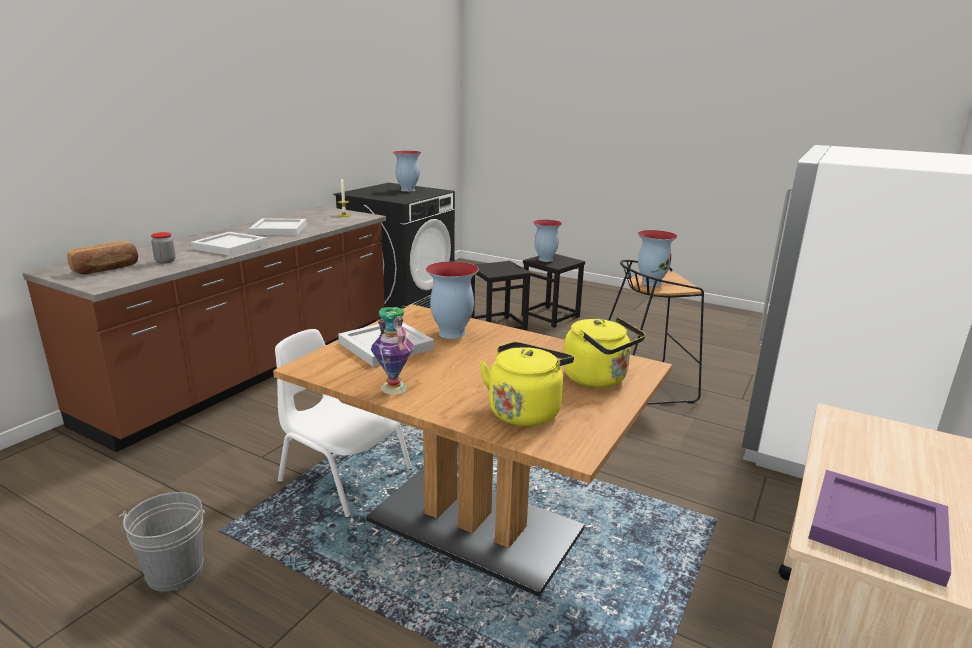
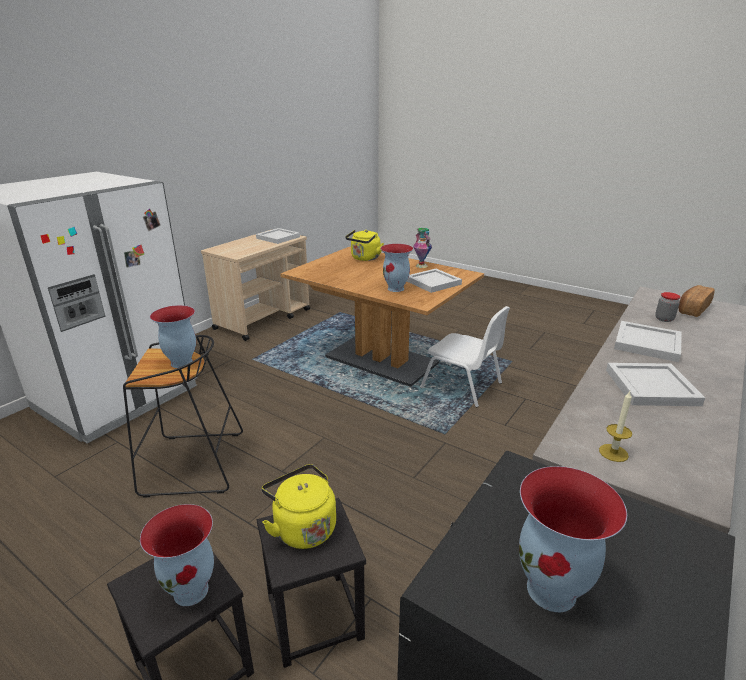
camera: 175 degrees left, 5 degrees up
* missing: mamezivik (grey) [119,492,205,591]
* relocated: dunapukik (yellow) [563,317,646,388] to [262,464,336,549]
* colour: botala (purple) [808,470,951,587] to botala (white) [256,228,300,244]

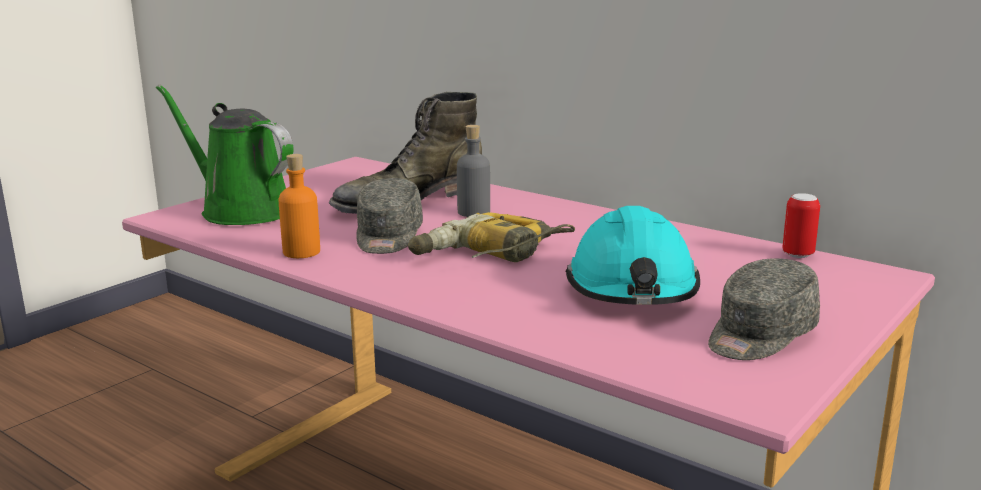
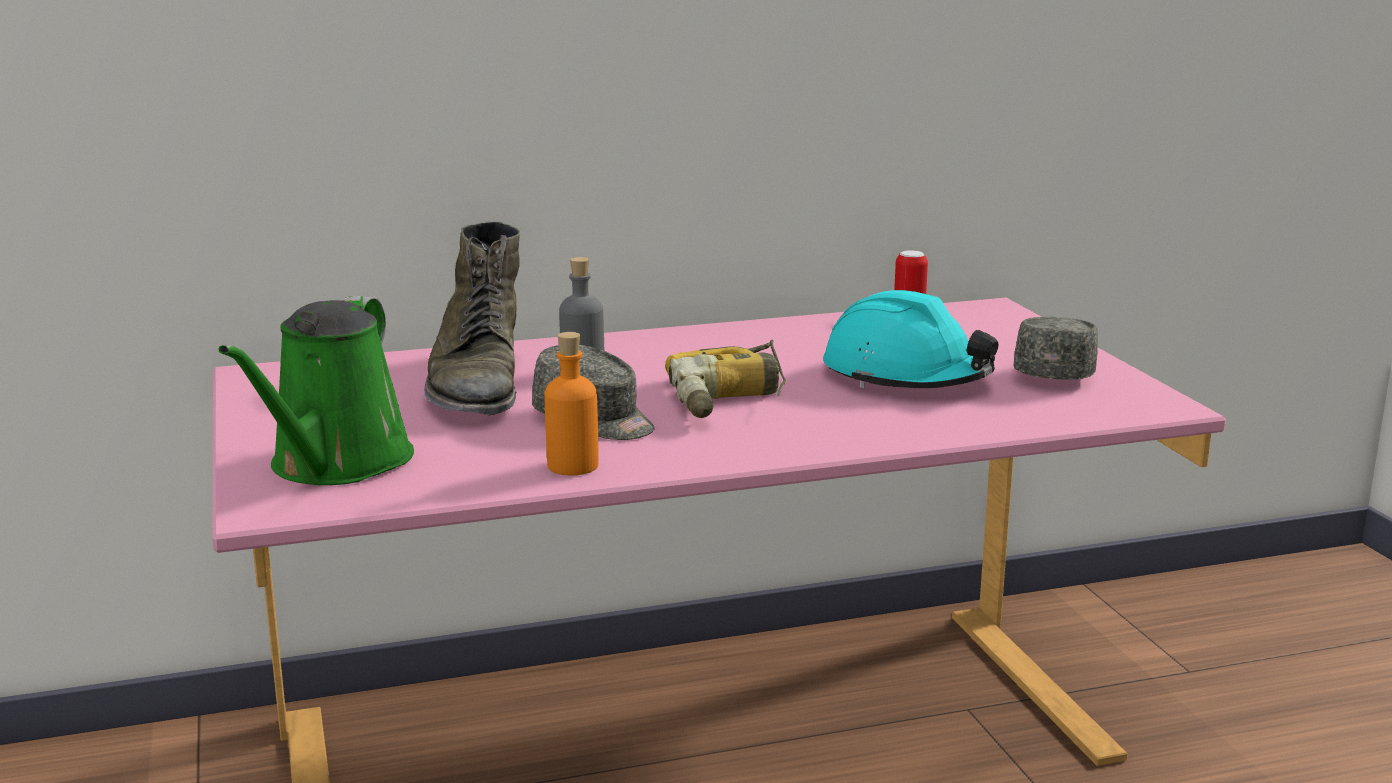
camera: 55 degrees left, 0 degrees up
* spun: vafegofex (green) [156,85,294,225] = [219,296,414,485] 60 degrees counterclockwise
* spun: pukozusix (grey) [708,258,820,360] = [1013,317,1098,380] 150 degrees counterclockwise

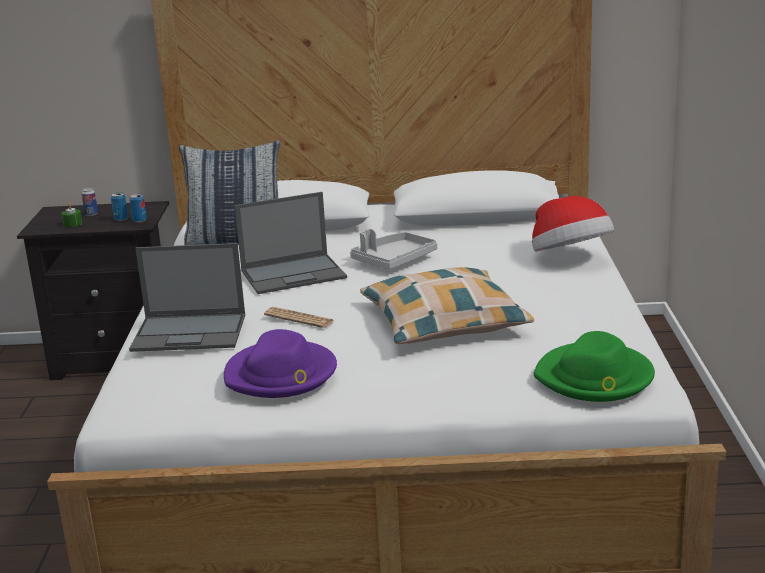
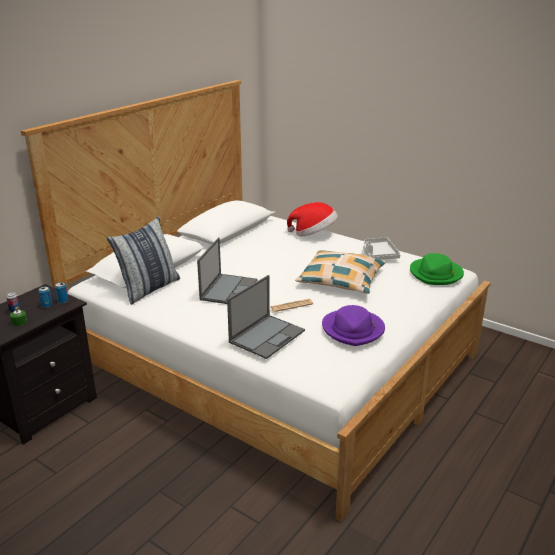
camera: 55 degrees left, 5 degrees up
* relocated: botala (grey) [350,229,437,270] to [363,237,401,260]

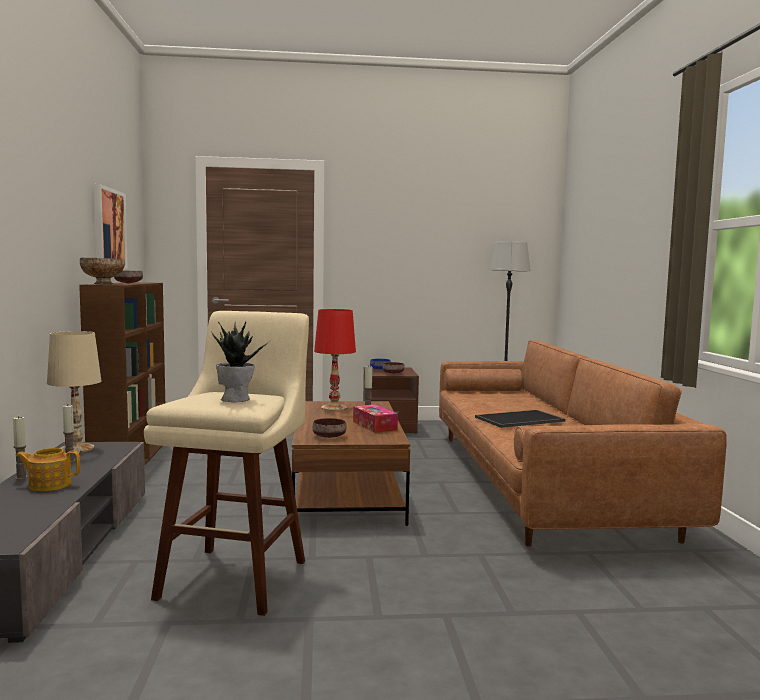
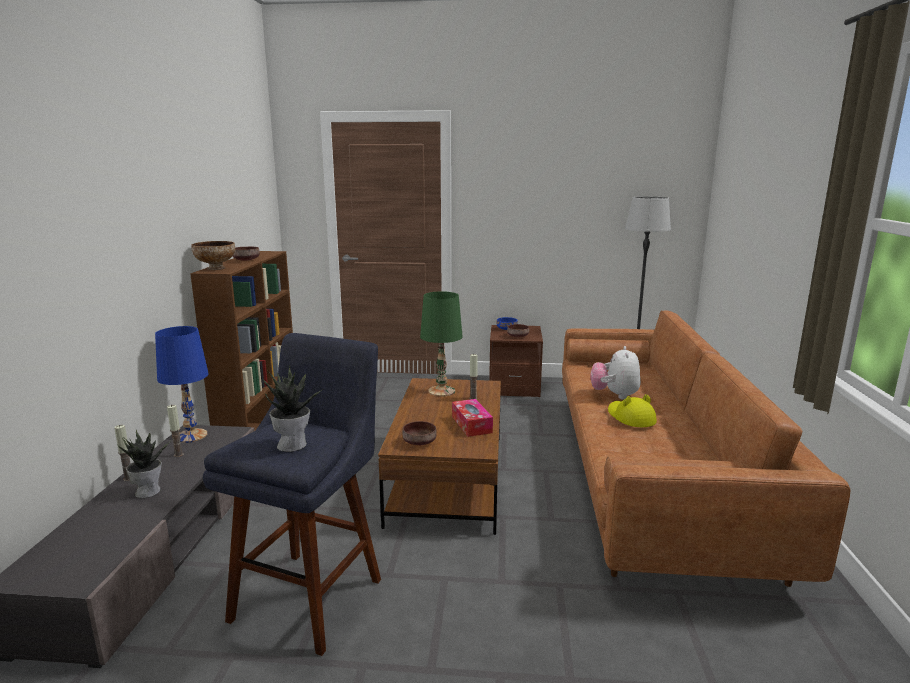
camera: 10 degrees right, 10 degrees up
* missing: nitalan [94,184,128,268]
* appeared: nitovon [590,346,641,400]
* exchanged: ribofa [16,448,80,491] to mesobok [118,430,171,498]
* exchanged: botala [475,410,566,428] to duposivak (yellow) [608,394,657,427]
* colour: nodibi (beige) [47,331,101,453] to nodibi (blue) [155,326,209,443]
* colour: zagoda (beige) [144,311,309,616] to zagoda (blue) [203,333,381,656]
* colour: nodibi (red) [314,309,356,411] to nodibi (green) [420,291,463,396]

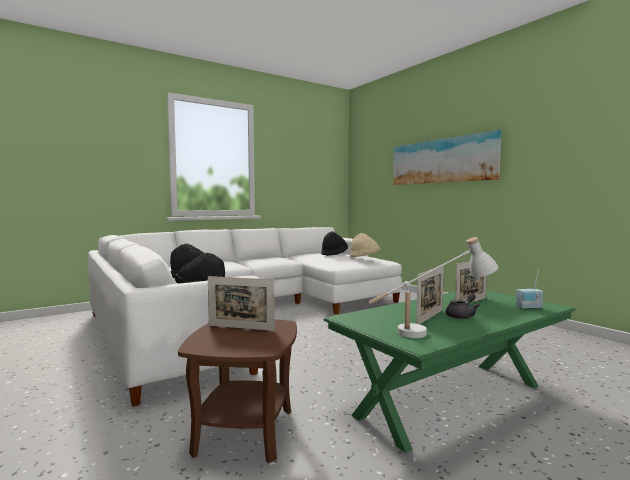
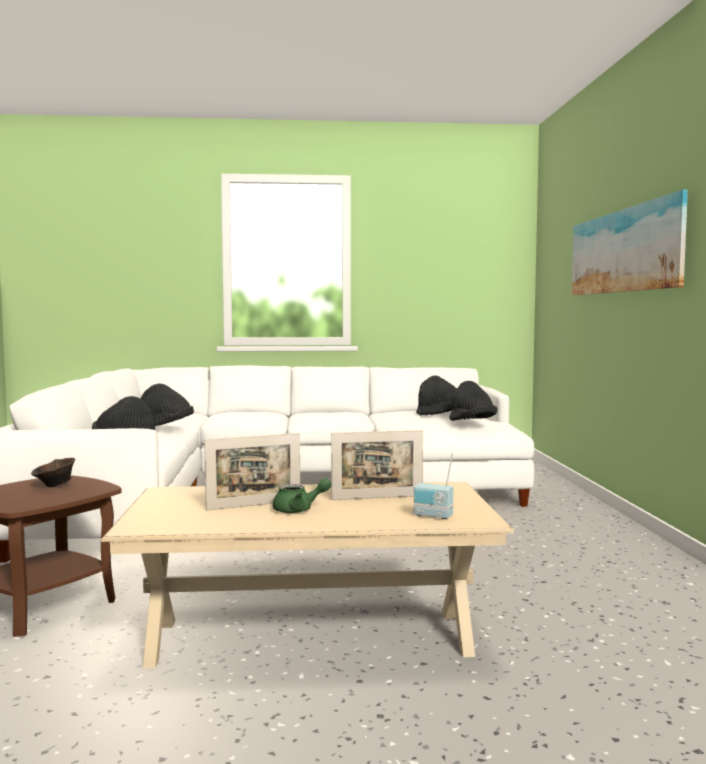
camera: 30 degrees right, 0 degrees up
* missing: nodibi (white) [368,237,498,338]
* exchanged: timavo [208,276,275,331] to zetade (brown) [31,458,75,487]
* colour: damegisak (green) [323,290,576,453] to damegisak (beige) [101,482,514,669]
* colour: duposivak (beige) [350,233,381,257] to duposivak (black) [449,381,497,421]
* colour: ribofa (grey) [446,293,480,319] to ribofa (green) [273,478,332,513]

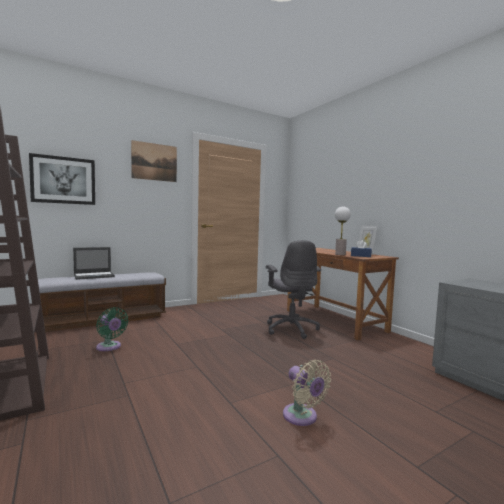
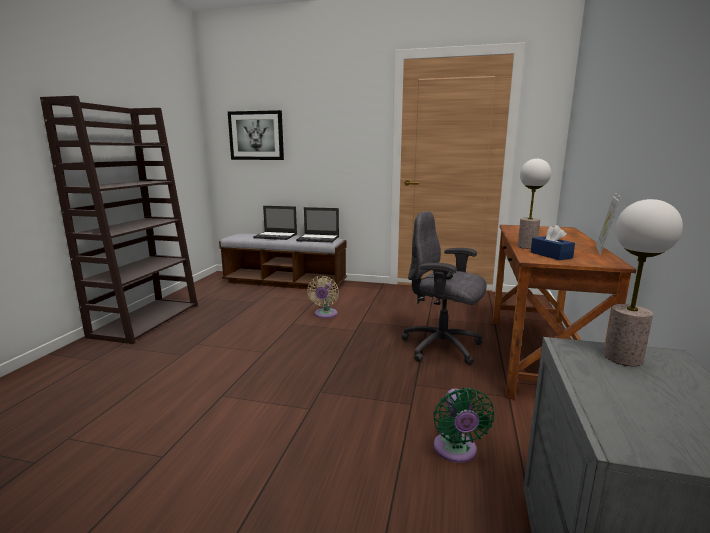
camera: 45 degrees right, 10 degrees up
* missing: nitalan [131,140,177,182]
* appeared: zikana [296,207,339,243]
* appeared: nodibi [604,199,683,366]
* relocated: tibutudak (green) [96,307,128,351] to [433,388,495,463]
* relocated: tibutudak (beige) [283,360,331,426] to [307,276,339,318]
* spun: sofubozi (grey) [266,240,321,339] = [401,211,487,365] 90 degrees clockwise

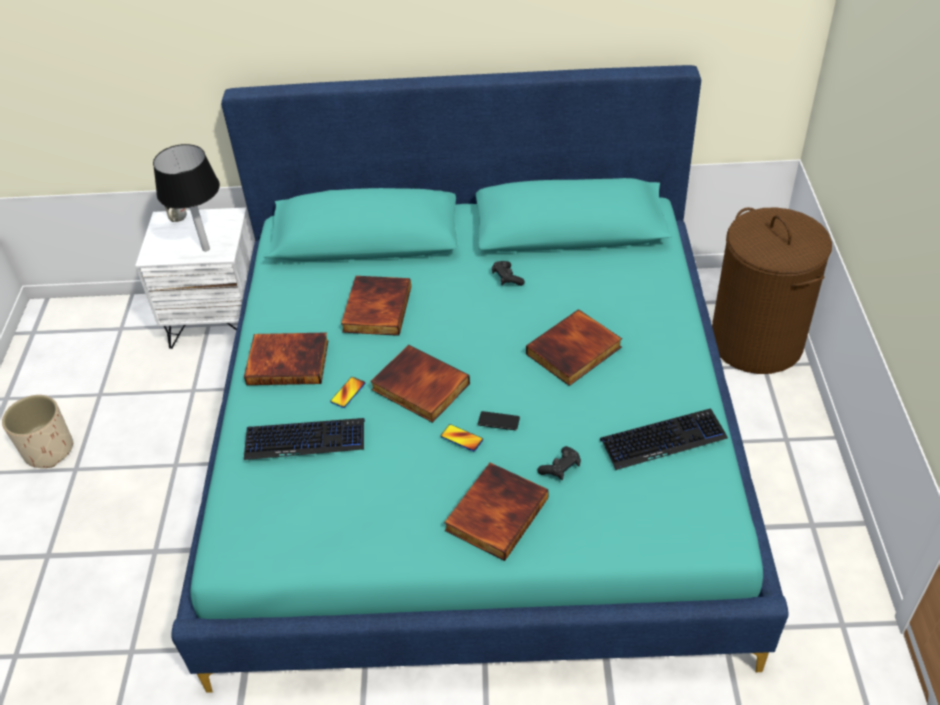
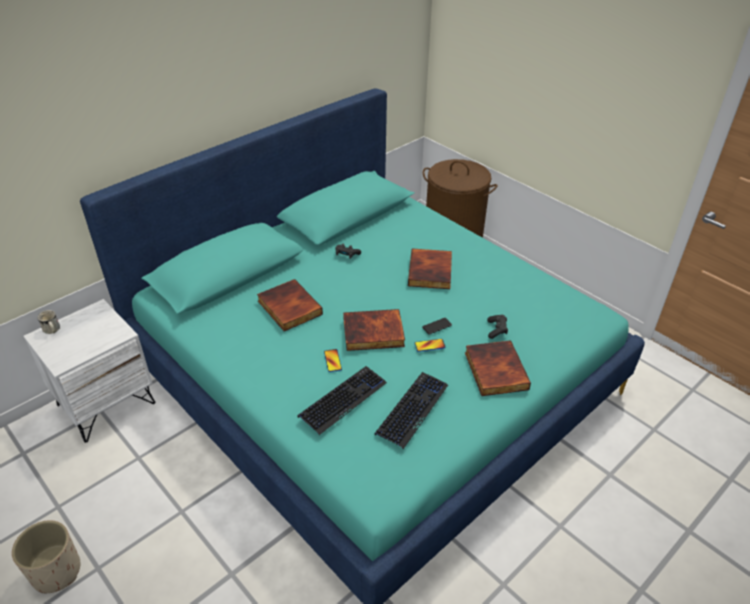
camera: 45 degrees left, 5 degrees down
* missing: nodibi (black) [153,144,220,251]
* missing: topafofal [244,332,328,385]
* relocated: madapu [600,408,728,470] to [374,372,448,449]

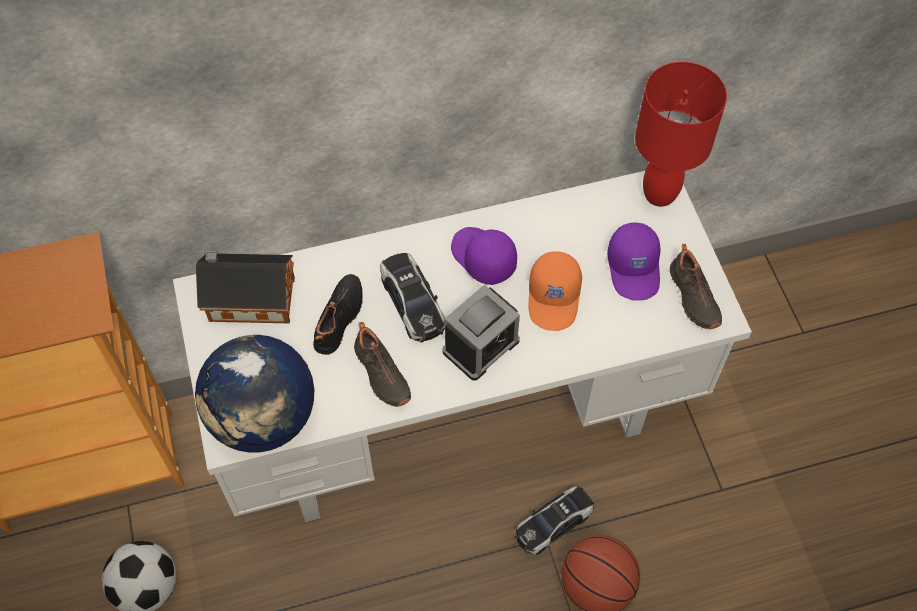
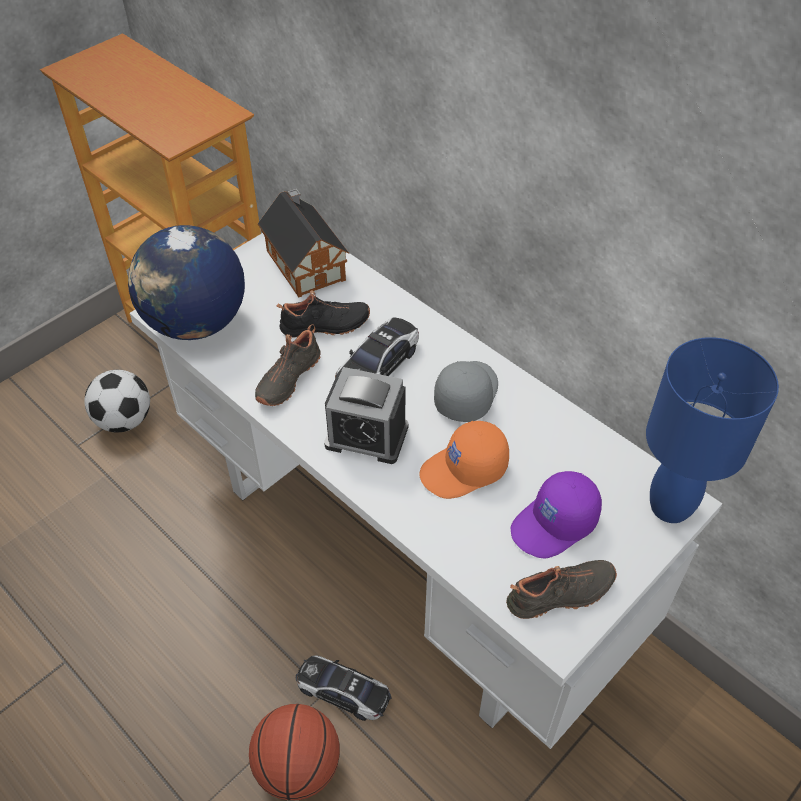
camera: 60 degrees right, 10 degrees down
* colour: pukozusix (purple) [451,227,517,285] to pukozusix (grey) [434,361,498,422]
* colour: nodibi (red) [635,62,727,207] to nodibi (blue) [646,337,779,523]
* spun: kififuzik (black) [670,244,722,329] = [506,560,617,619] 150 degrees counterclockwise

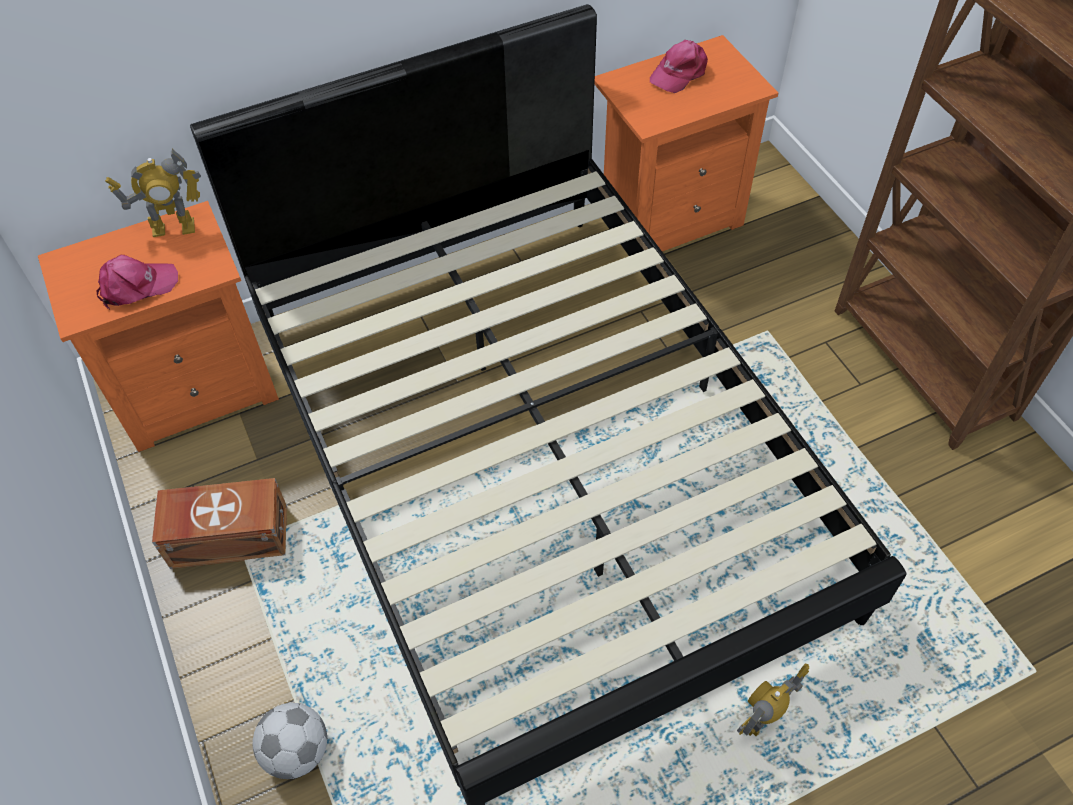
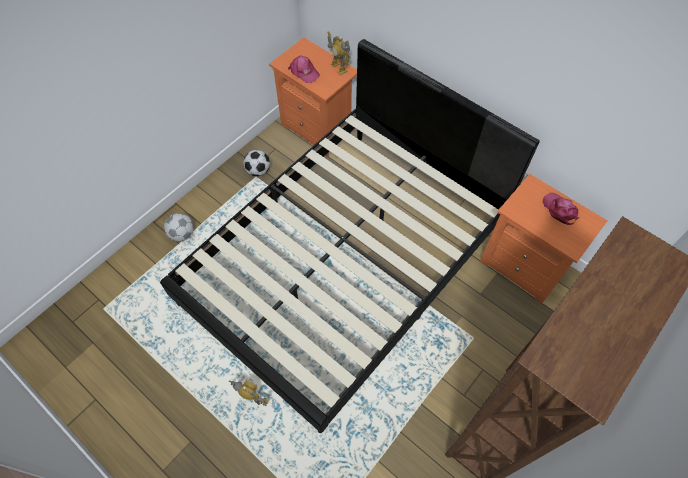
camera: 65 degrees right, 5 degrees up
* exchanged: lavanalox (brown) [152,478,287,569] to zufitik [243,150,270,176]
* spun: pukozusix (pink) [650,40,708,93] = [543,193,579,225] 45 degrees clockwise

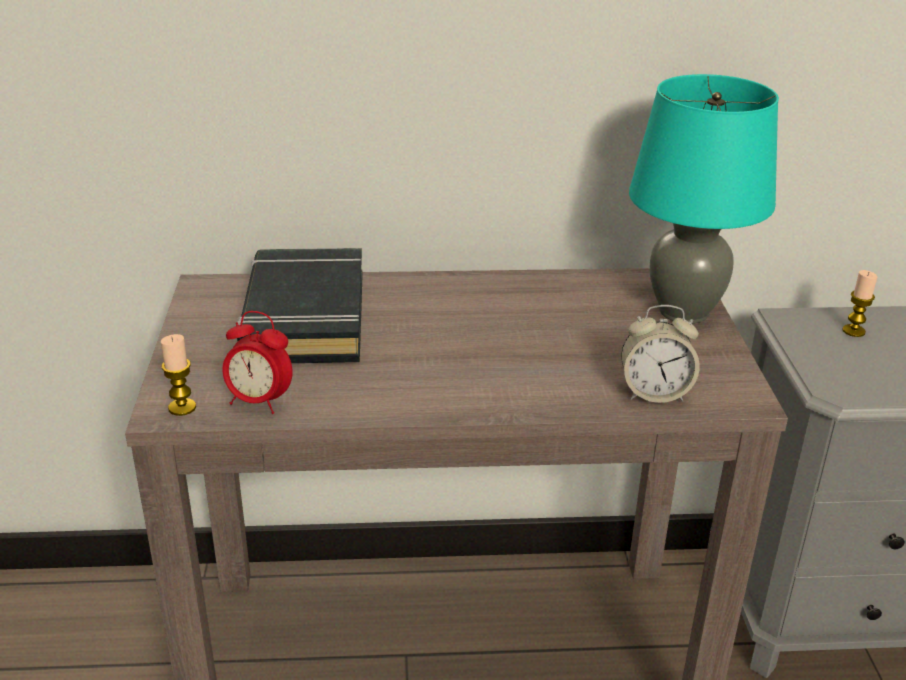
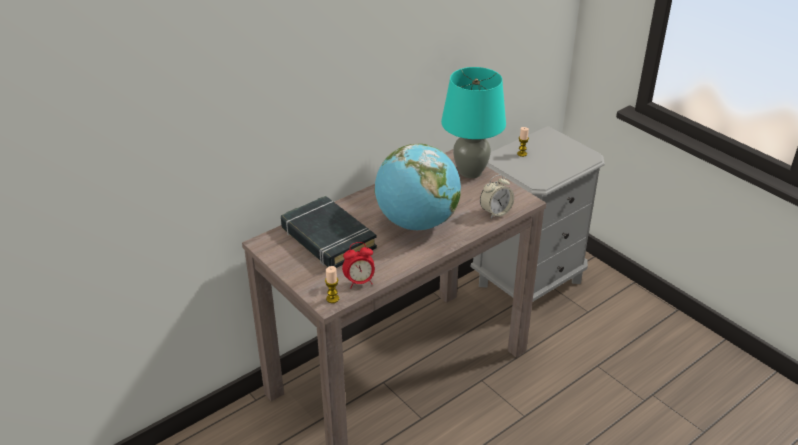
camera: 35 degrees left, 5 degrees up
* appeared: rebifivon [375,144,461,230]

